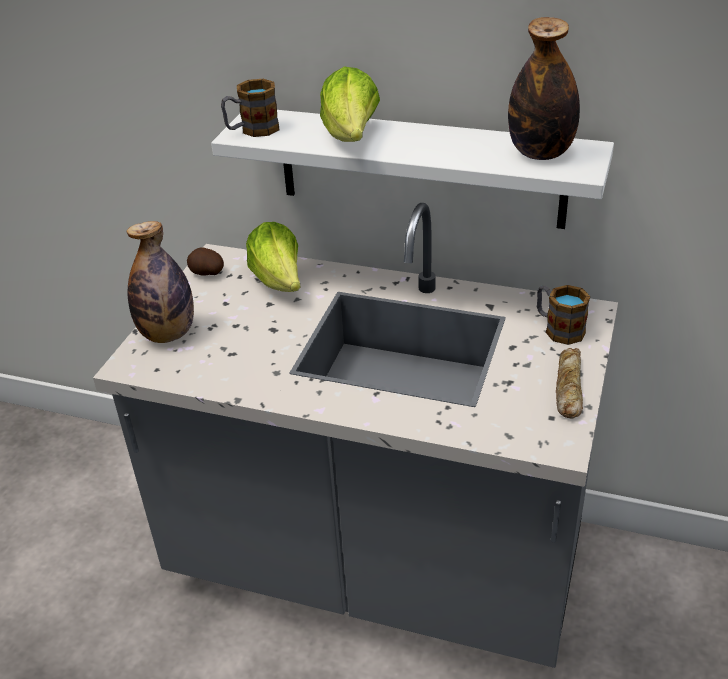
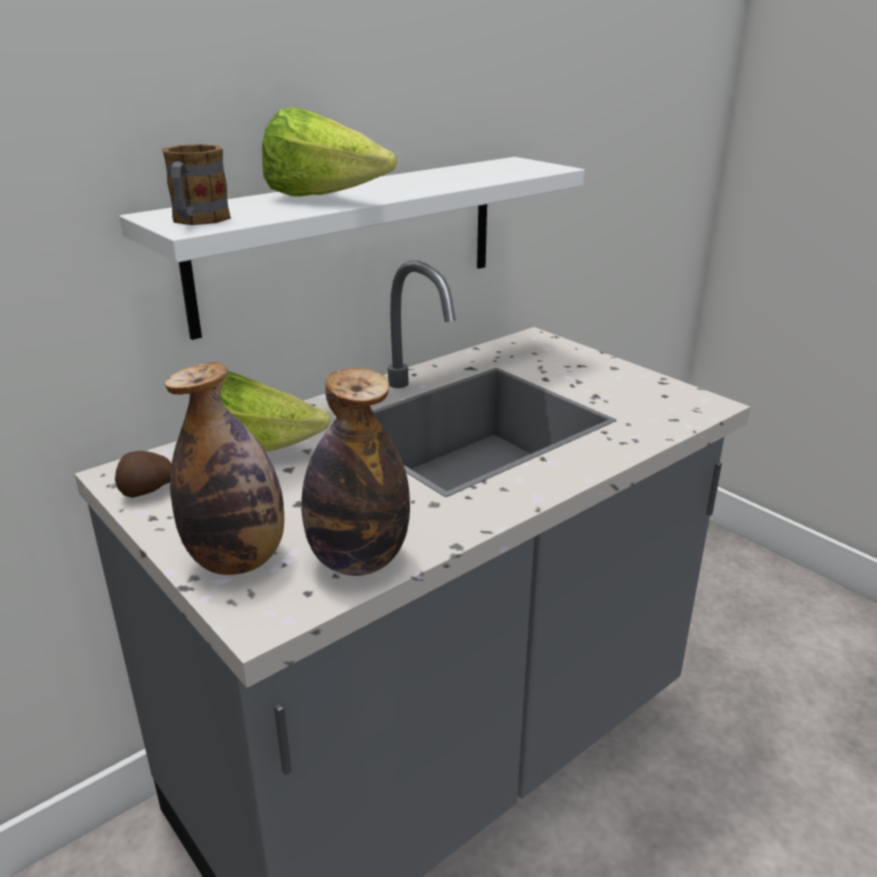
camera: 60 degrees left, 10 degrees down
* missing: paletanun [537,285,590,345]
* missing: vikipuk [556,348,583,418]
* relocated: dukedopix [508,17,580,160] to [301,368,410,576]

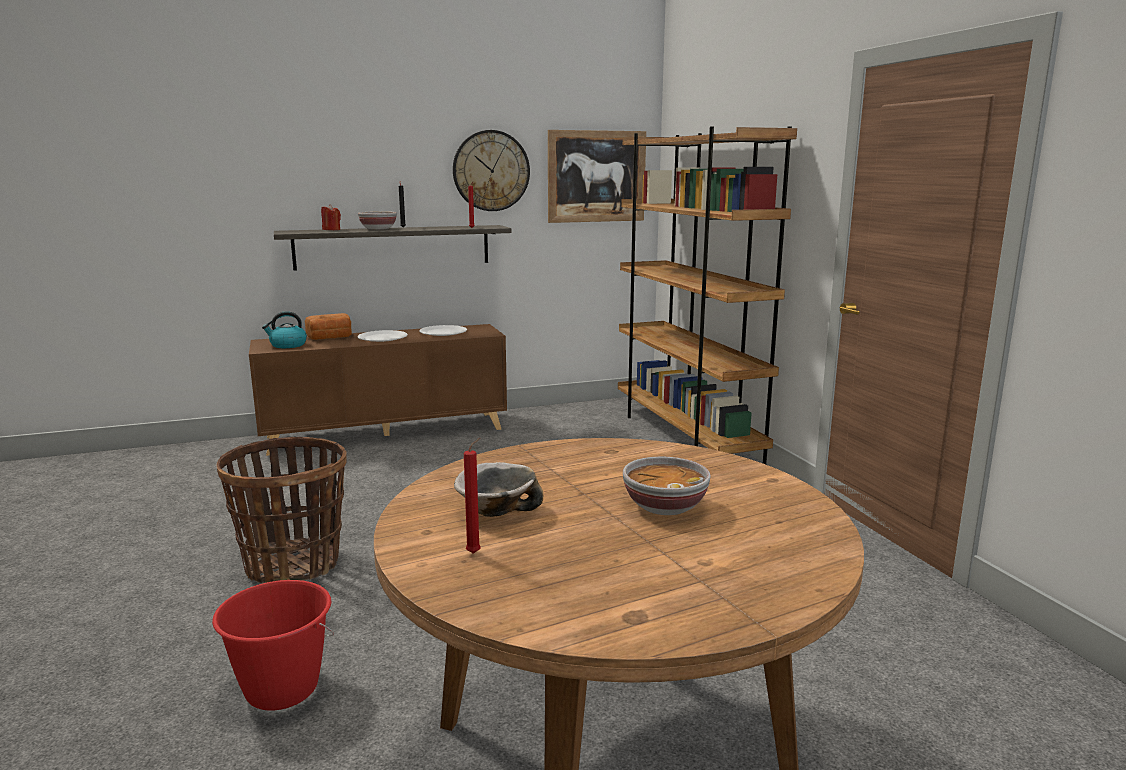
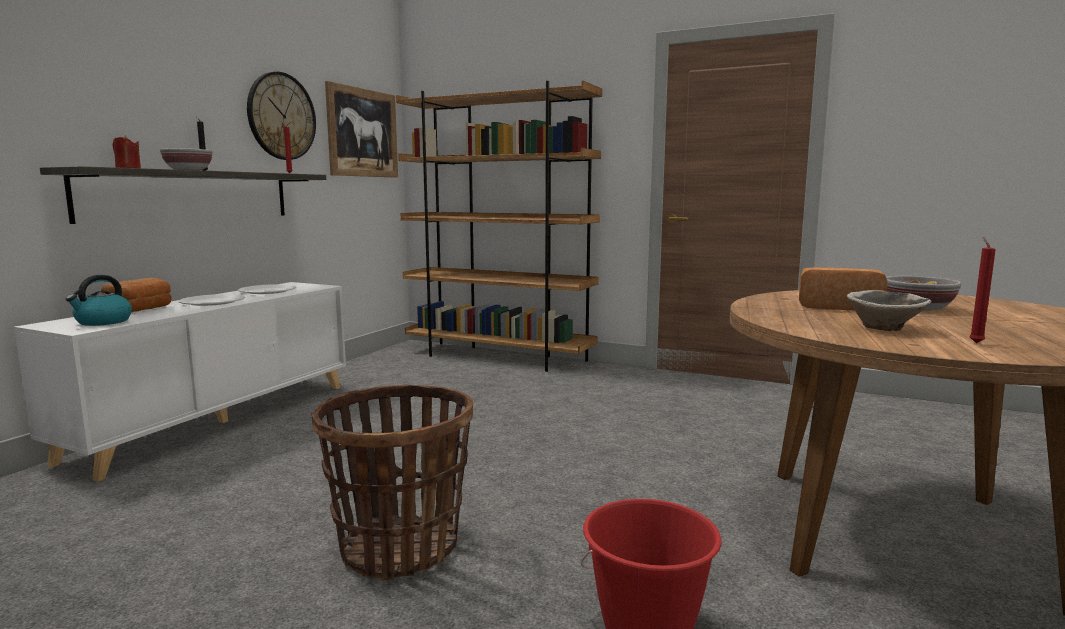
camera: 45 degrees left, 5 degrees down
* appeared: vikipuk [799,267,888,310]
* colour: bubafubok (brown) [249,324,507,456] to bubafubok (white) [14,282,346,482]

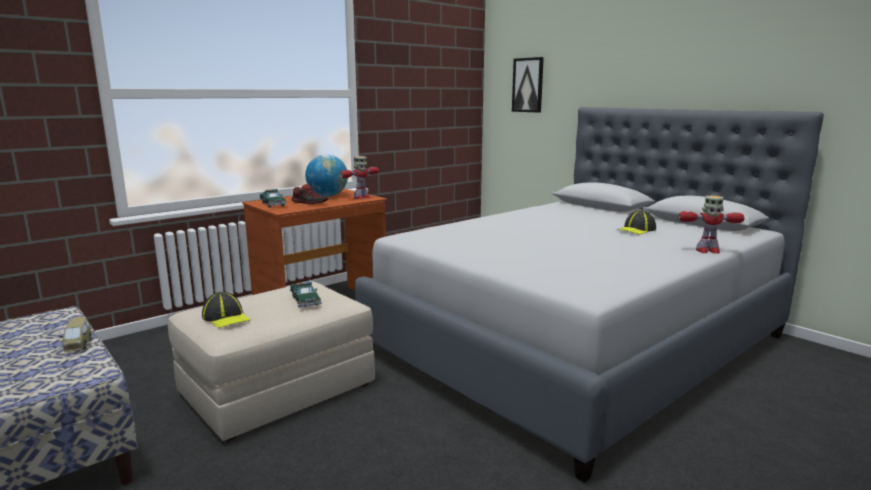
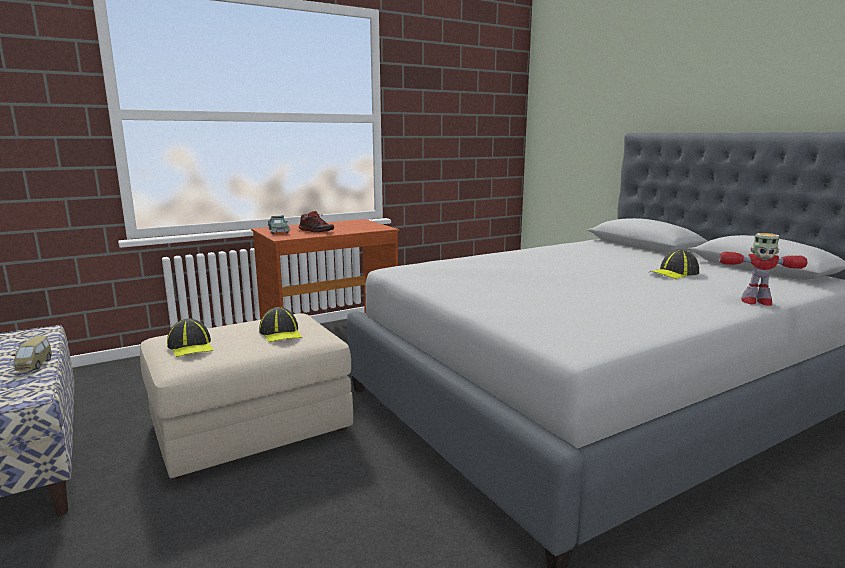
camera: 10 degrees right, 0 degrees up
* missing: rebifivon [305,154,348,197]
* missing: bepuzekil [340,156,379,199]
* missing: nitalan [512,57,544,112]
* exchanged: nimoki [290,281,322,308] to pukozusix [259,307,302,342]

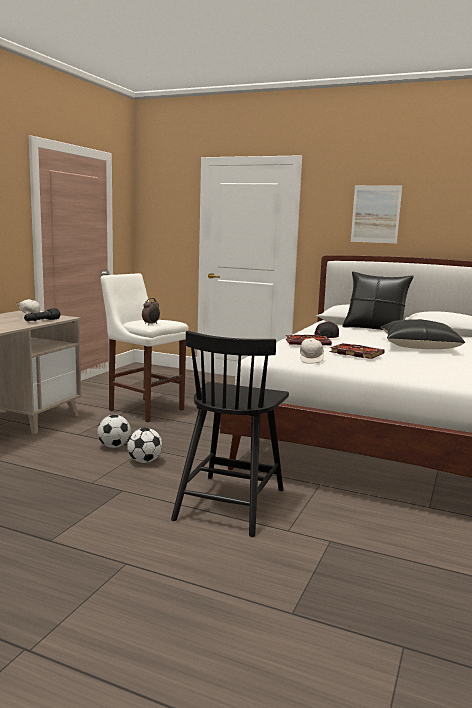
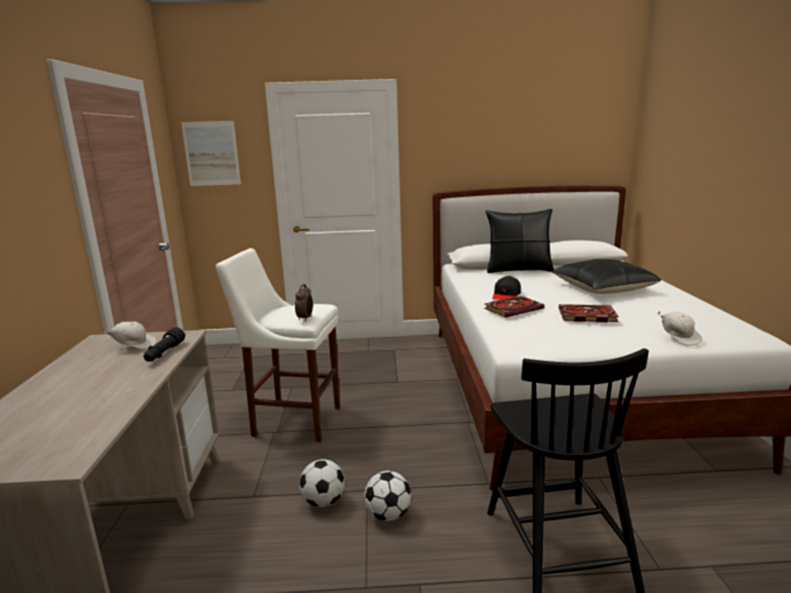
camera: 25 degrees left, 5 degrees up
* relocated: pukozusix (white) [300,338,324,364] to [658,311,702,346]
* relocated: nitalan [351,184,402,245] to [181,119,241,187]

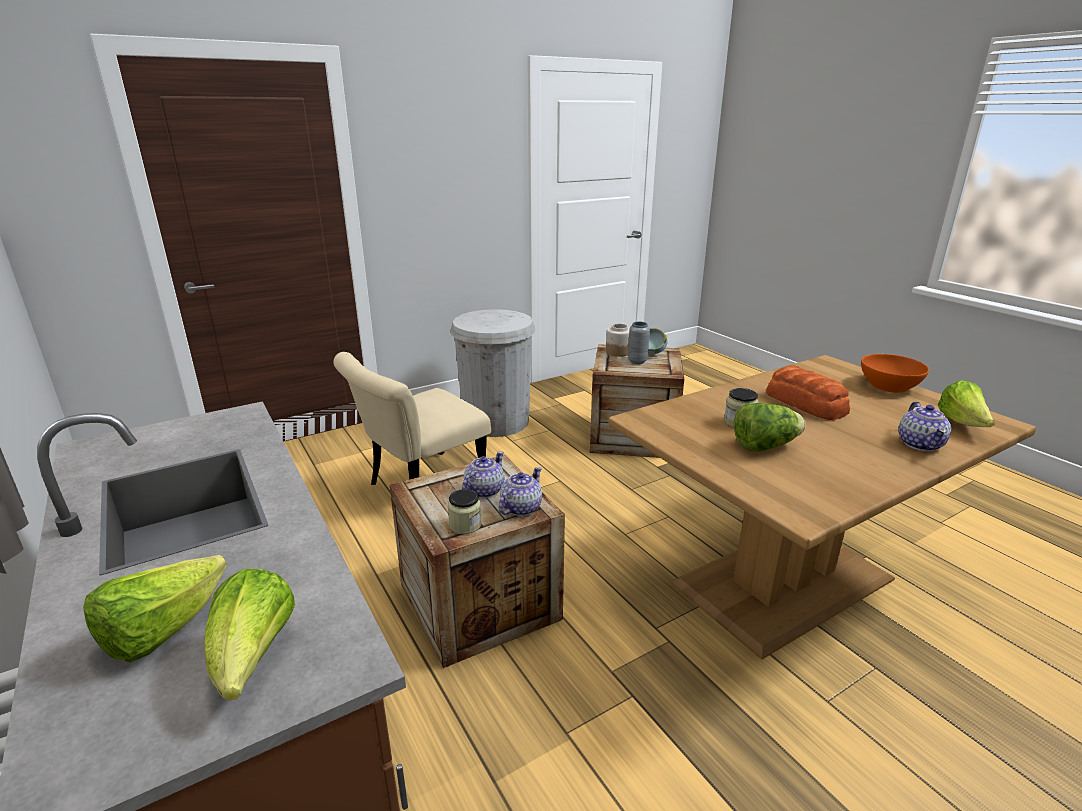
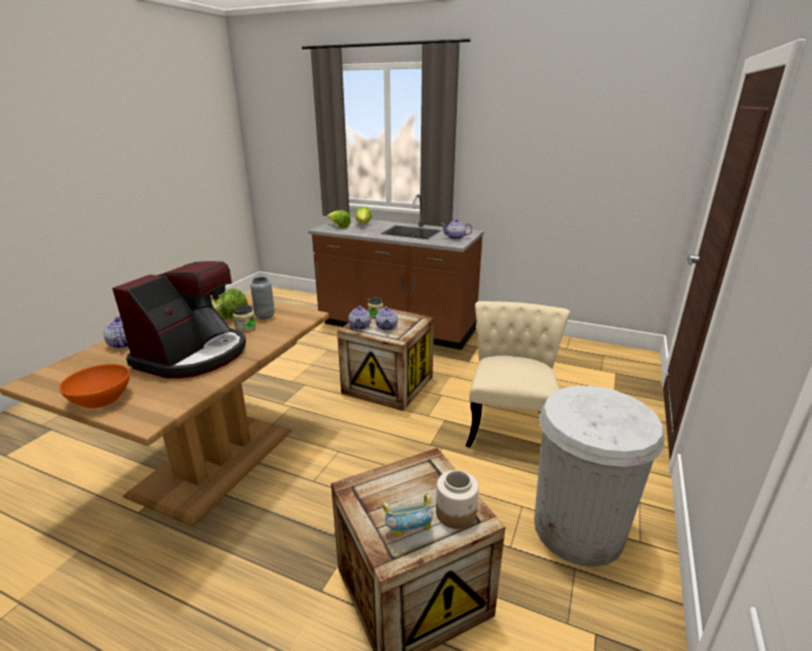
camera: 145 degrees right, 0 degrees up
* missing: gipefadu [938,380,995,427]
* appeared: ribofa [441,219,472,240]
* relocated: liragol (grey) [628,322,650,364] to [250,277,275,319]
* exchanged: vikipuk [766,365,850,420] to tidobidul [112,261,246,378]

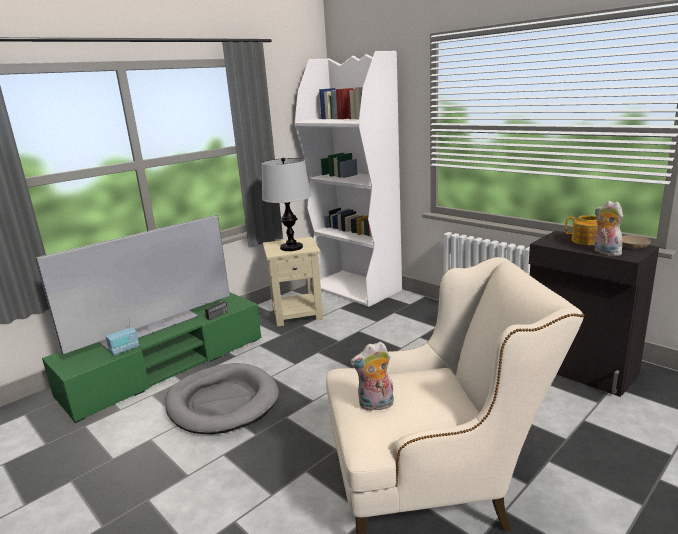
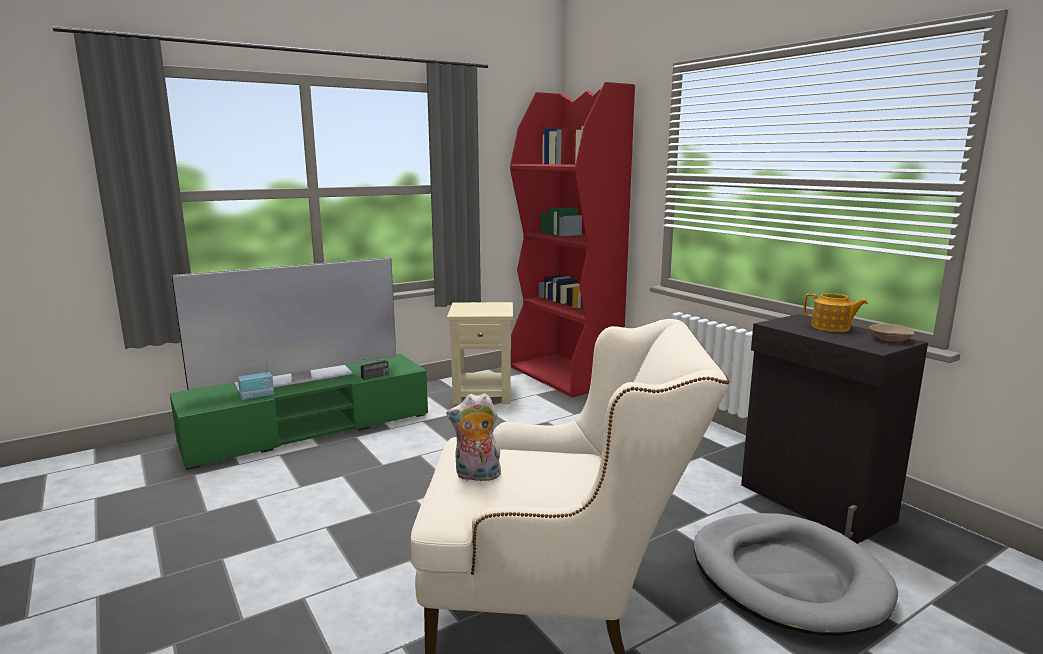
camera: 10 degrees right, 5 degrees down
* missing: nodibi [261,158,311,251]
* missing: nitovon [595,201,626,256]
* relocated: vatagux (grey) [165,363,279,434] to [693,513,898,636]
* colour: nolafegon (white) [295,51,402,307] to nolafegon (red) [510,82,635,397]

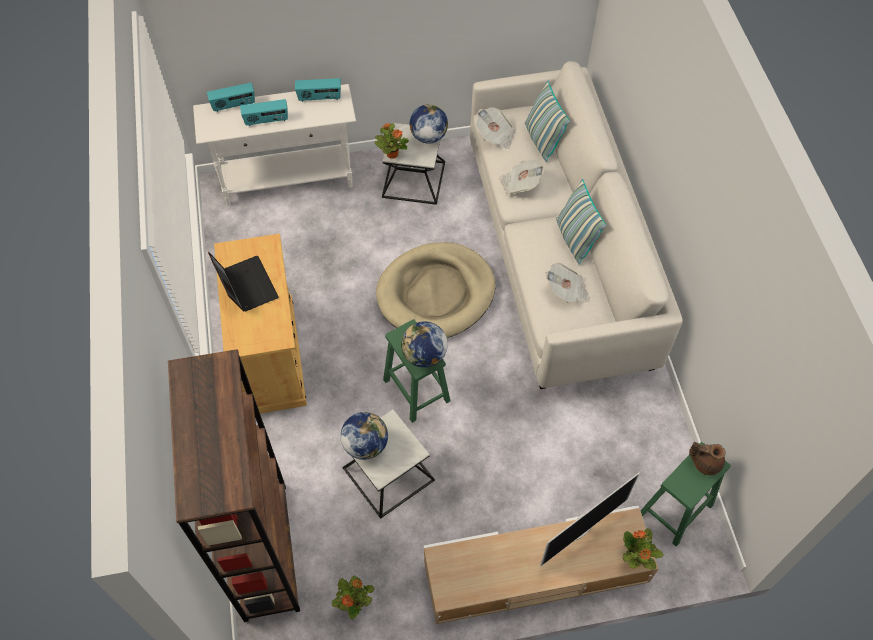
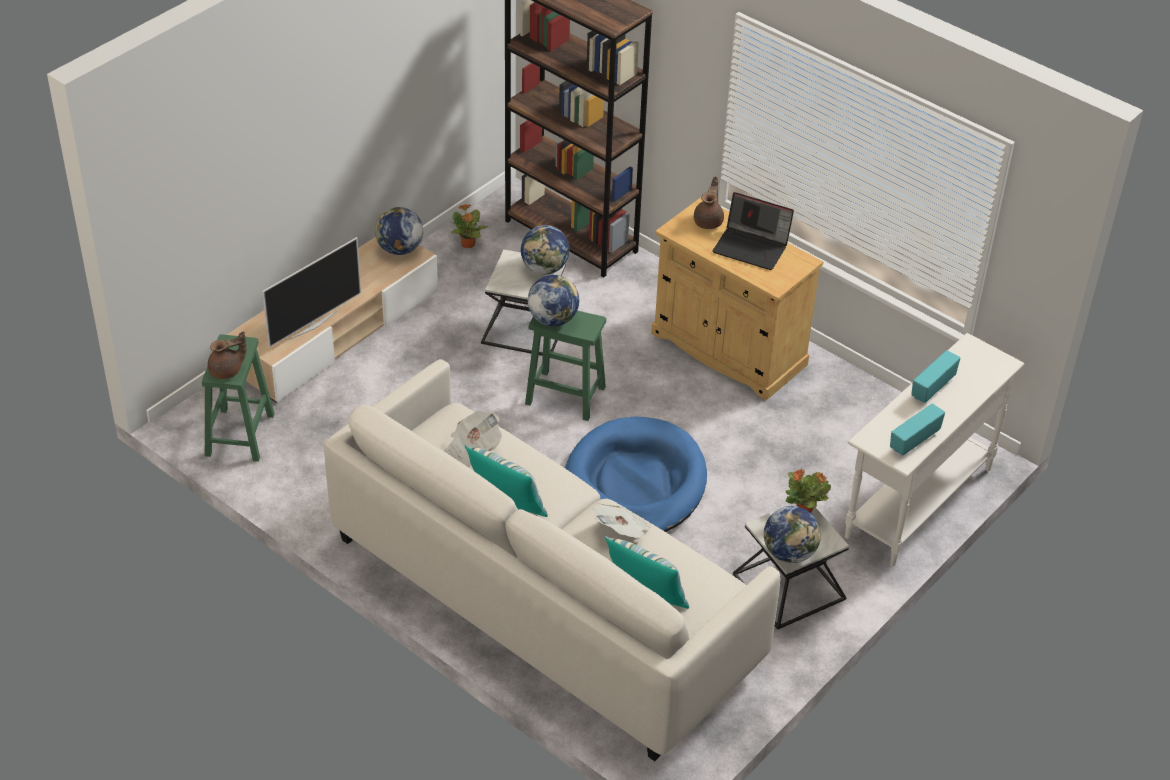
camera: 140 degrees right, 15 degrees down
* missing: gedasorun [207,83,255,112]
* missing: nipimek [476,107,515,149]
* missing: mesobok [623,528,663,570]
* appeared: rebifivon [375,207,423,255]
* appeared: ribofa (brown) [694,176,724,229]
* colour: vatagux (beige) [376,242,496,338] to vatagux (blue) [565,417,707,532]
* spun: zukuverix [540,473,640,566] = [262,237,361,348] 150 degrees counterclockwise

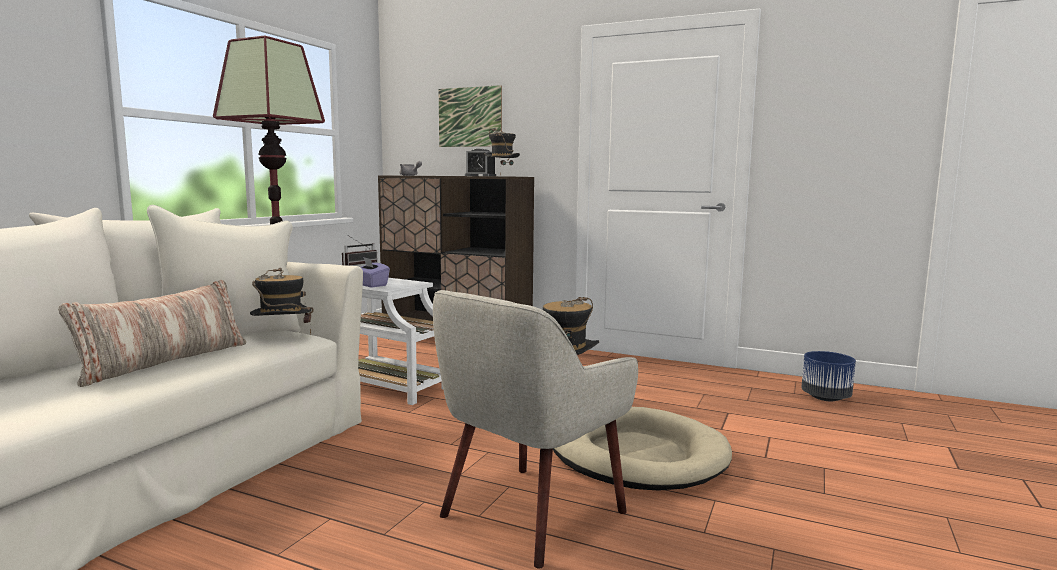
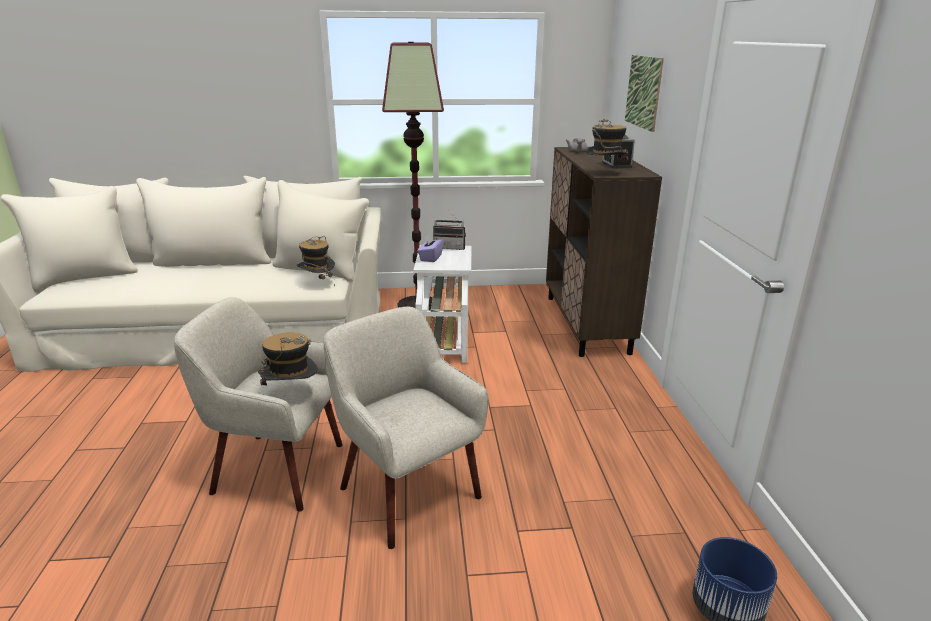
camera: 60 degrees right, 15 degrees up
* missing: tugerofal [58,280,246,387]
* exchanged: vatagux (beige) [553,407,732,490] to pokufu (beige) [324,307,488,549]

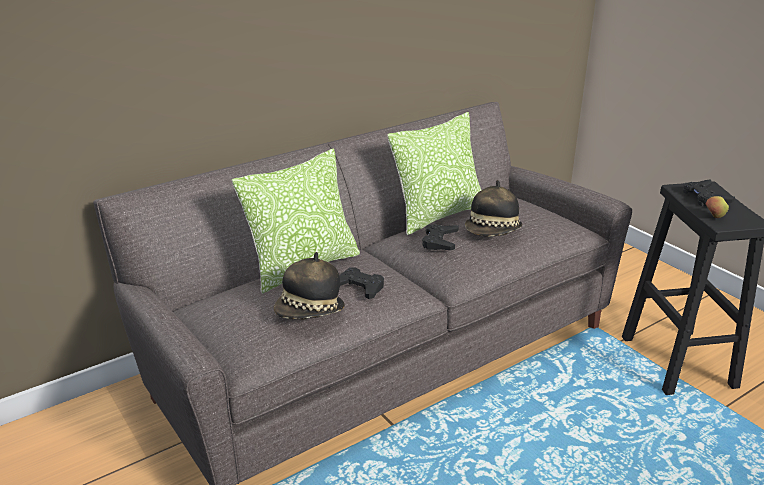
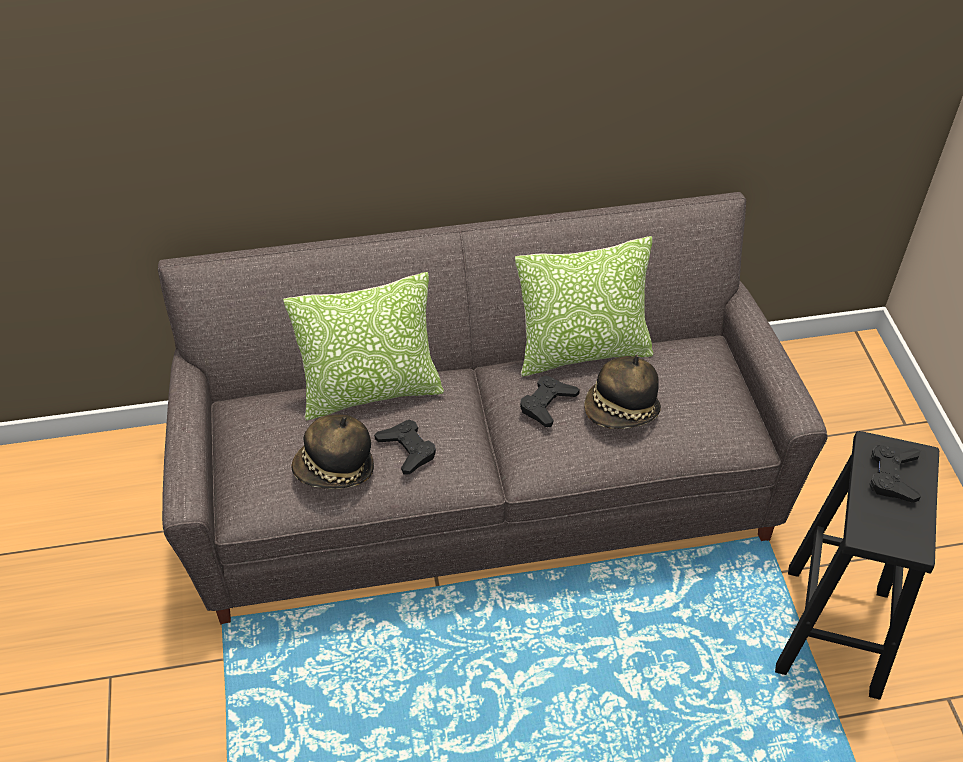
camera: 25 degrees right, 20 degrees up
* missing: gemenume [705,196,729,218]

